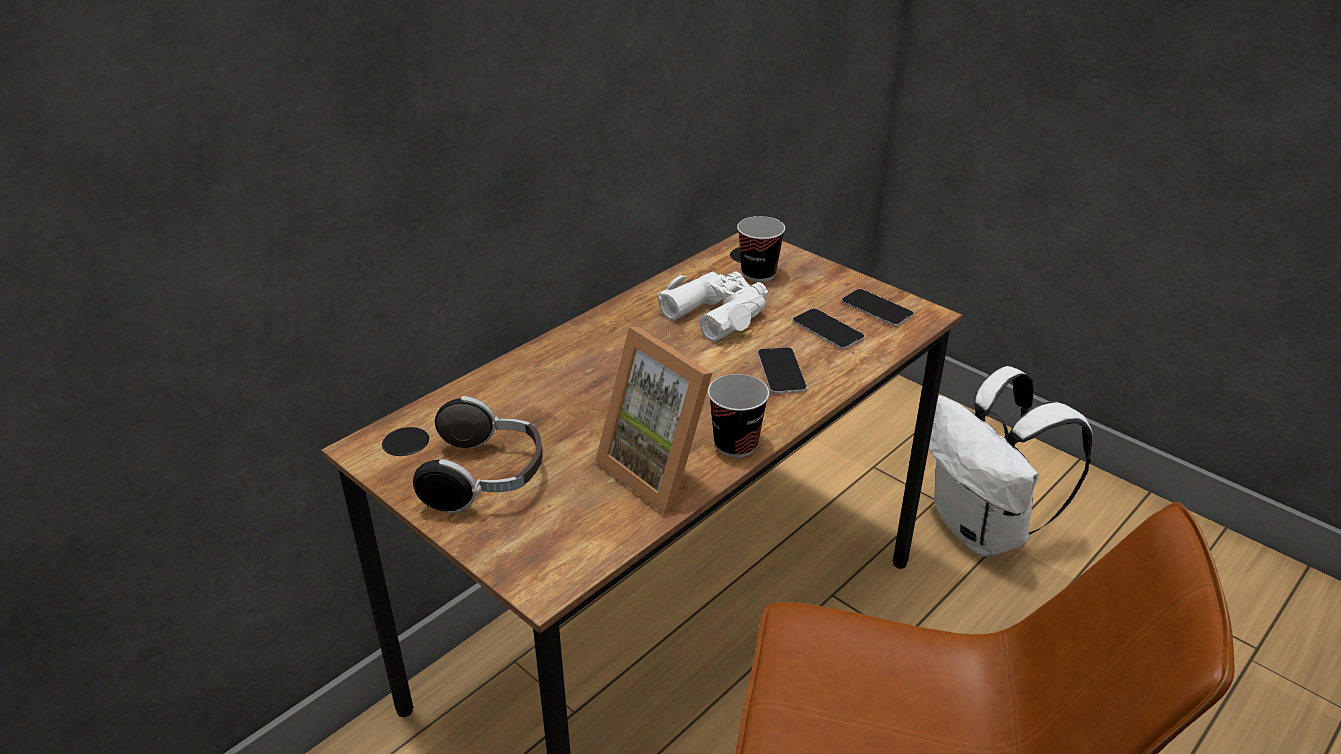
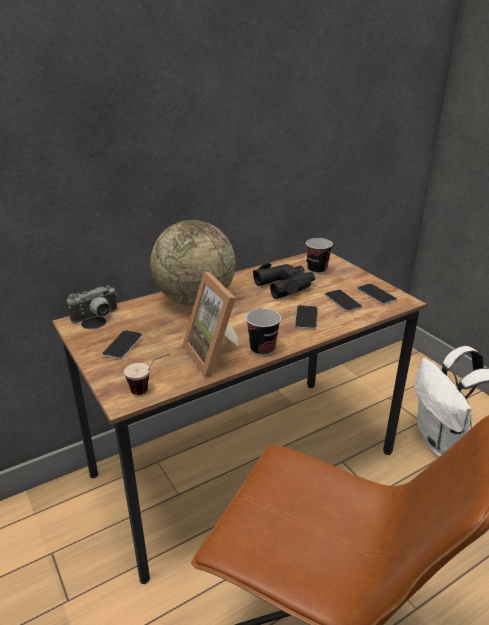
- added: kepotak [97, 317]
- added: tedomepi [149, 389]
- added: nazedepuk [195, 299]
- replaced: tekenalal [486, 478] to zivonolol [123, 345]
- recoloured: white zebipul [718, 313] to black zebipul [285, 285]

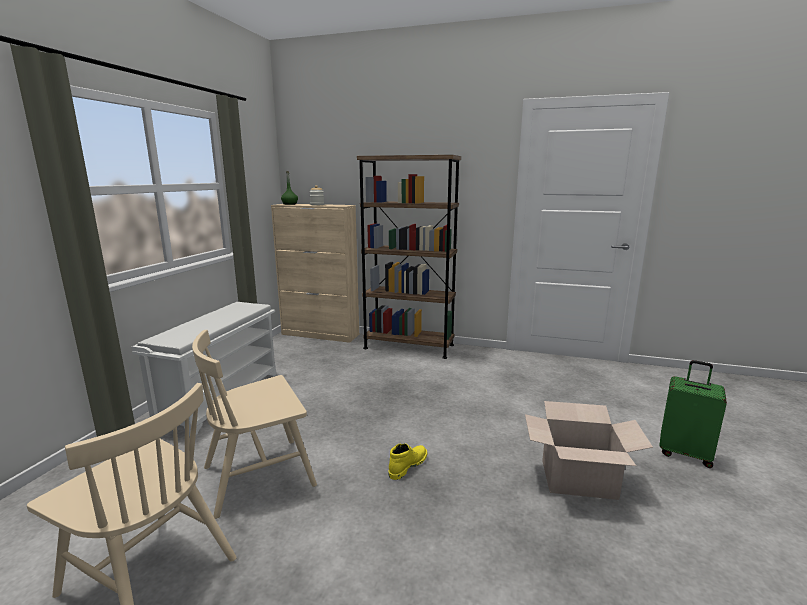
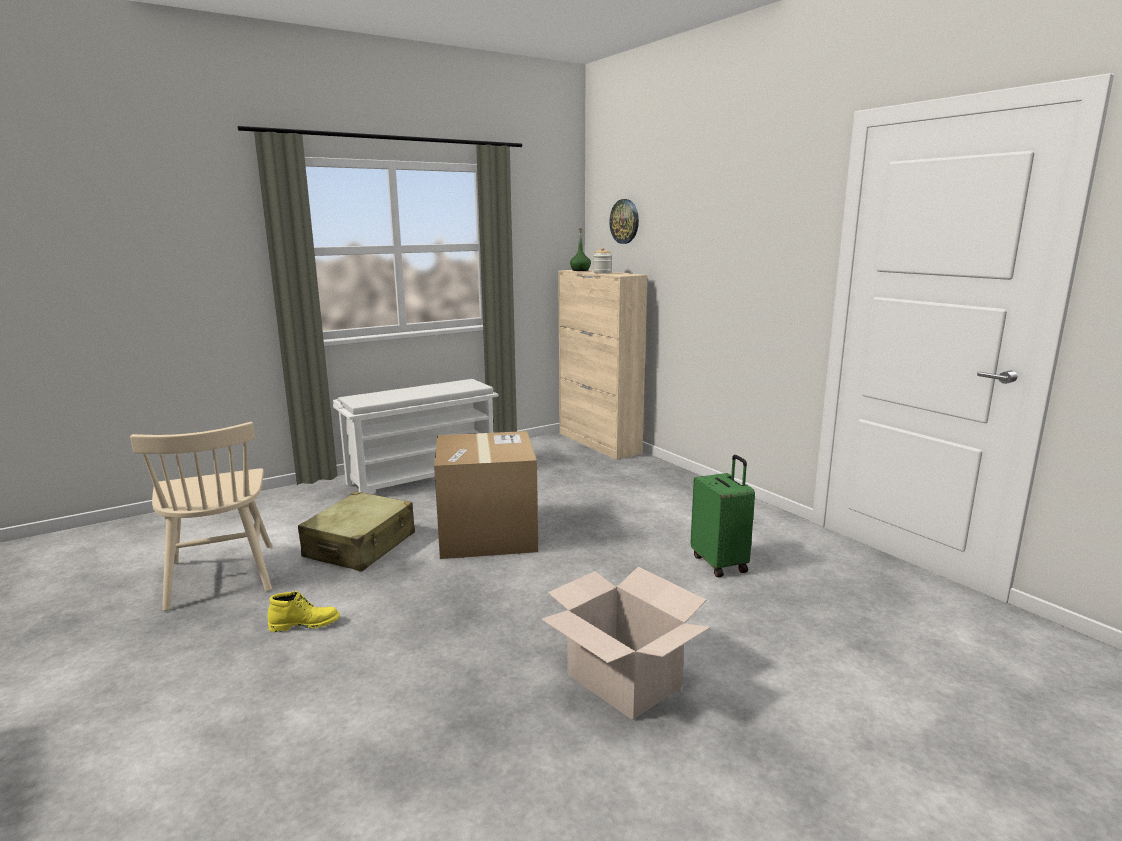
- removed: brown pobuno [409, 346]
- added: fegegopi [487, 534]
- added: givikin [625, 221]
- moved: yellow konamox [407, 465] to [305, 624]
- moved: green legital [685, 453] to [720, 563]
- replaced: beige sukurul [259, 475] to beige legital [361, 546]

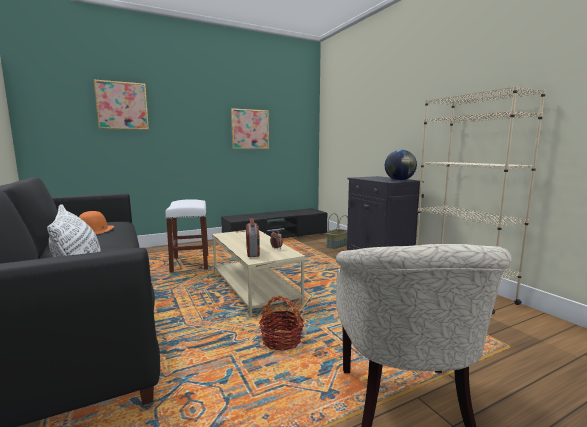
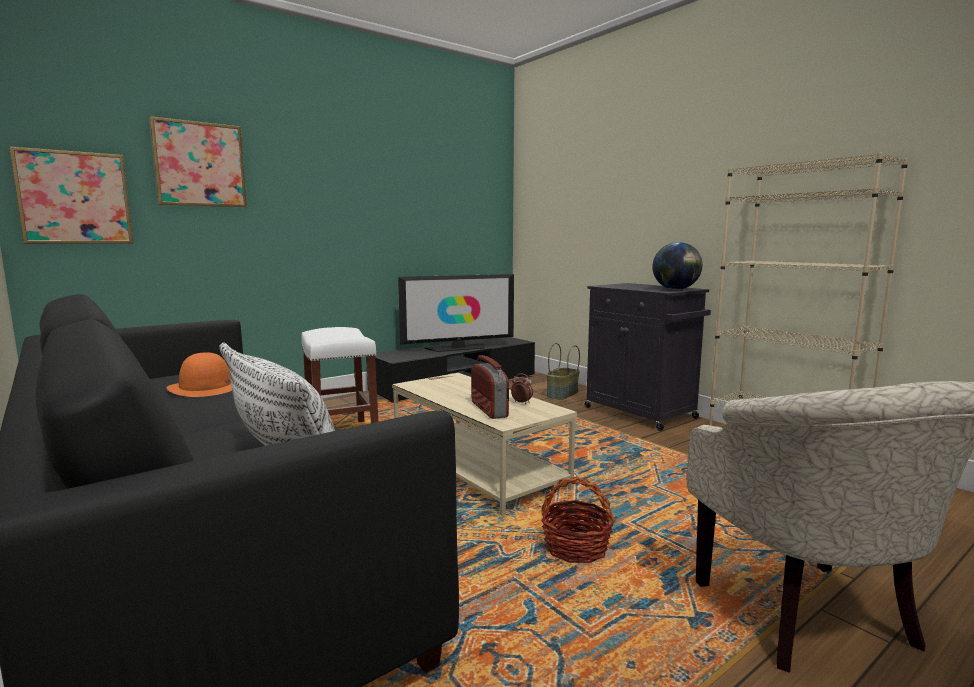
- added: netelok [458, 348]
- moved: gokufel [250, 129] to [74, 198]

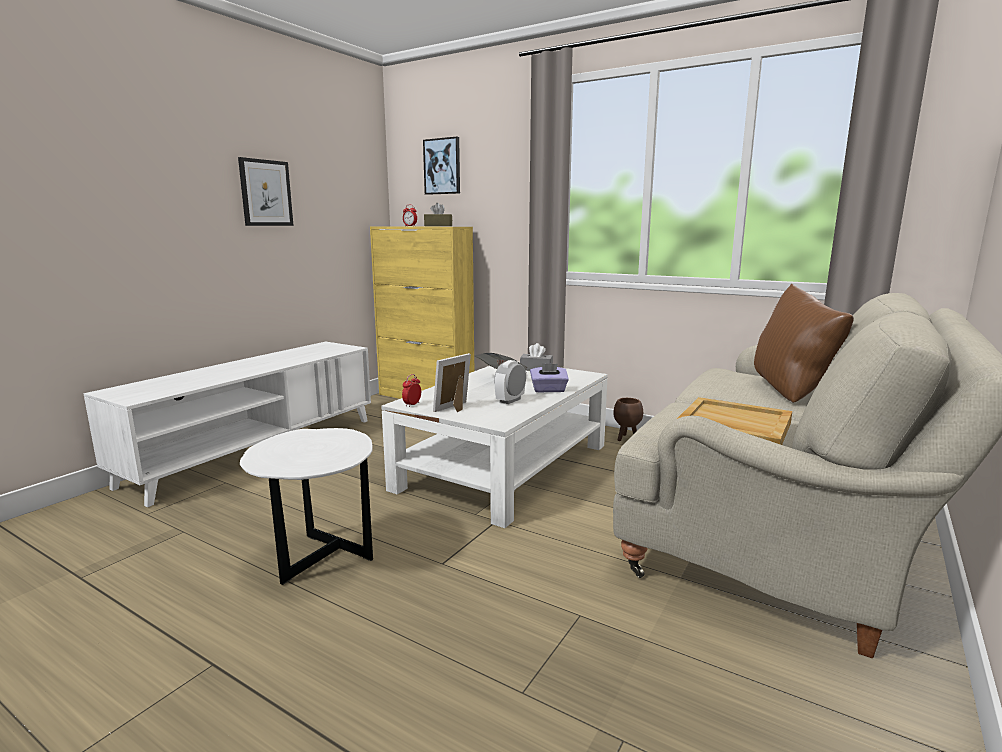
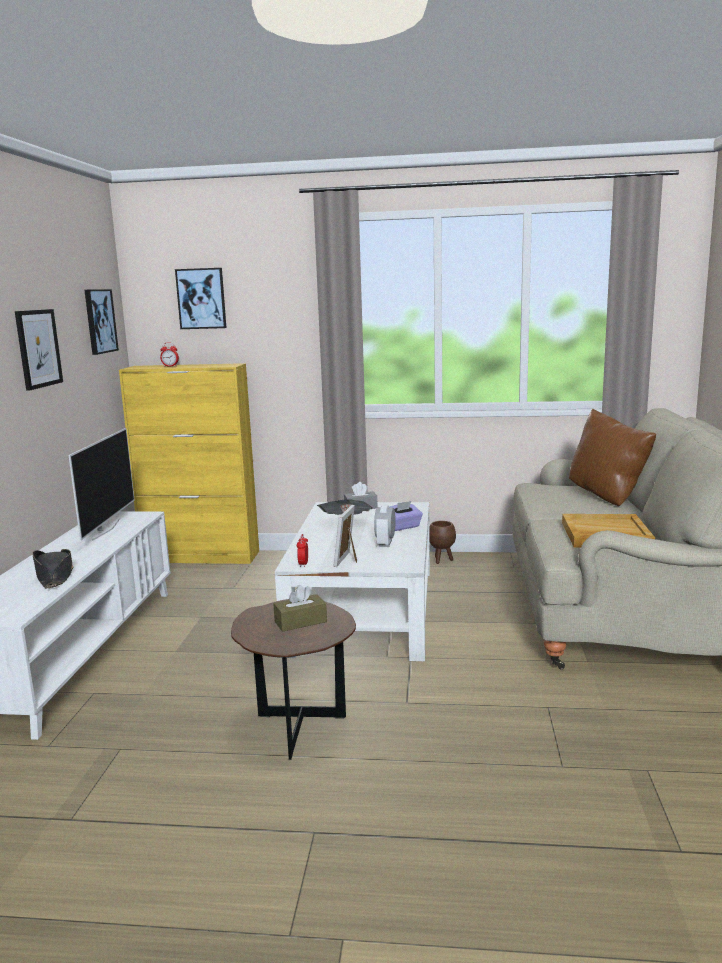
- added: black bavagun [55, 576]
- added: netelok [105, 529]
- added: gokufel [99, 321]
- moved: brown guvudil [438, 226] to [300, 622]
- recoloured: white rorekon [319, 562] to brown rorekon [299, 732]

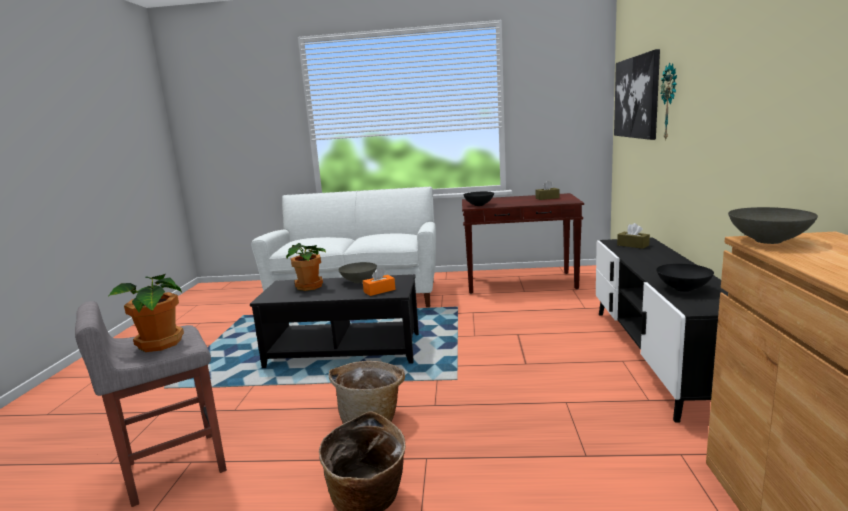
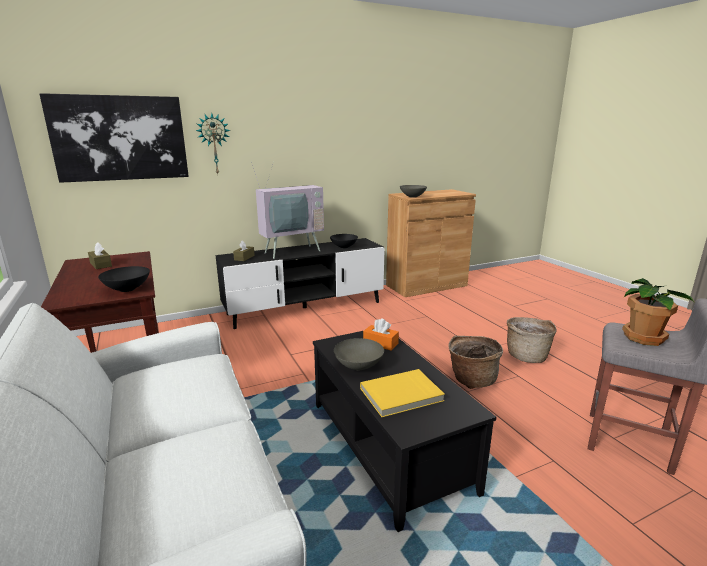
- added: netelok [290, 251]
- replaced: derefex [310, 286] to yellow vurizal [401, 395]

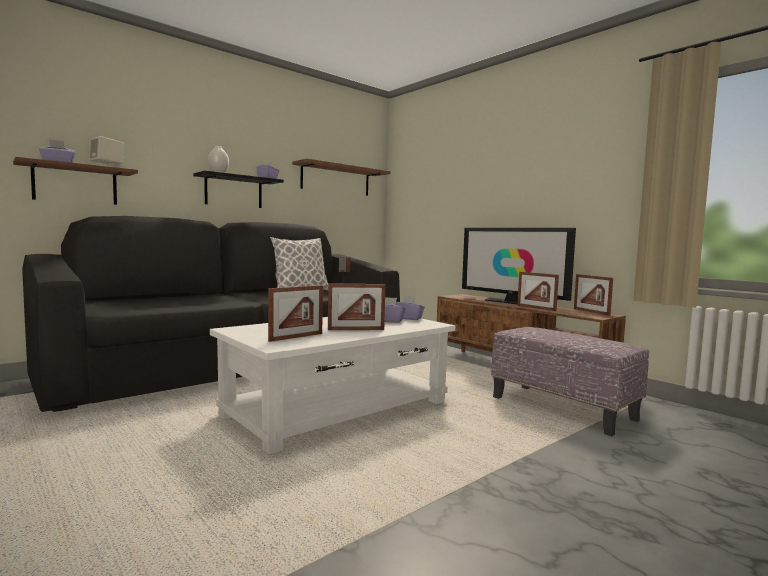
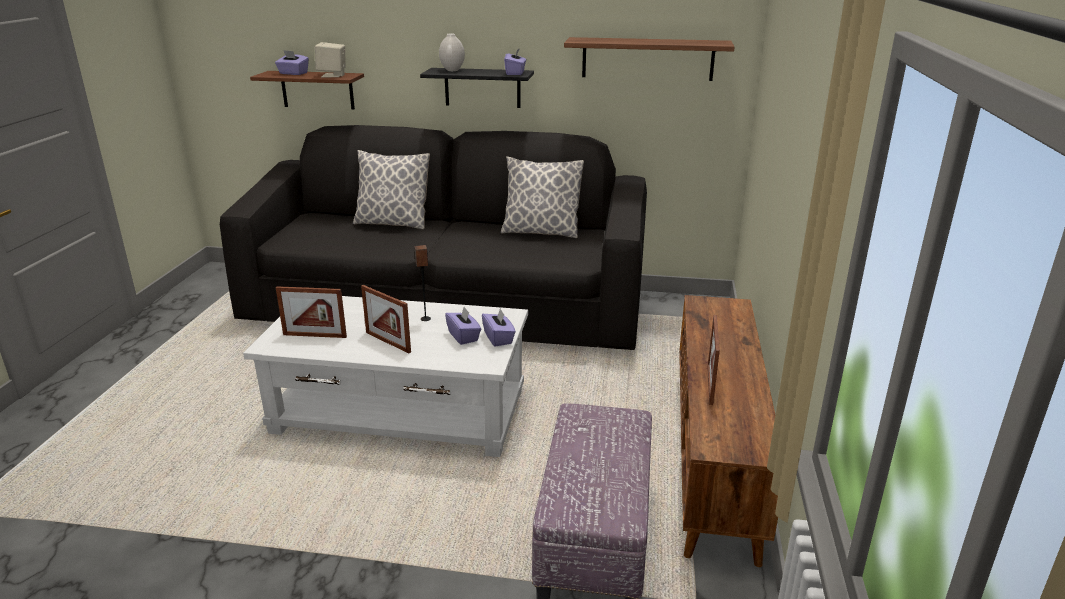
- removed: netelok [512, 302]
- removed: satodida [591, 312]
- added: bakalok [393, 223]

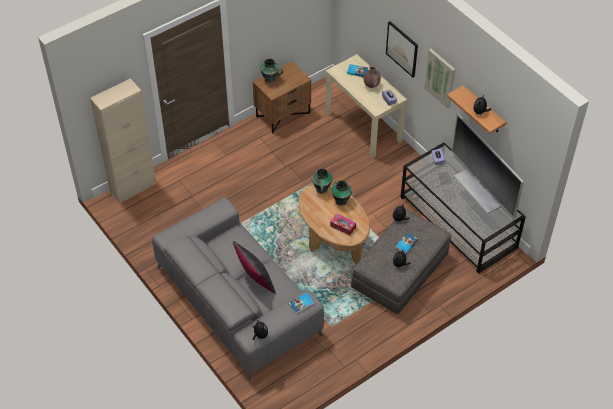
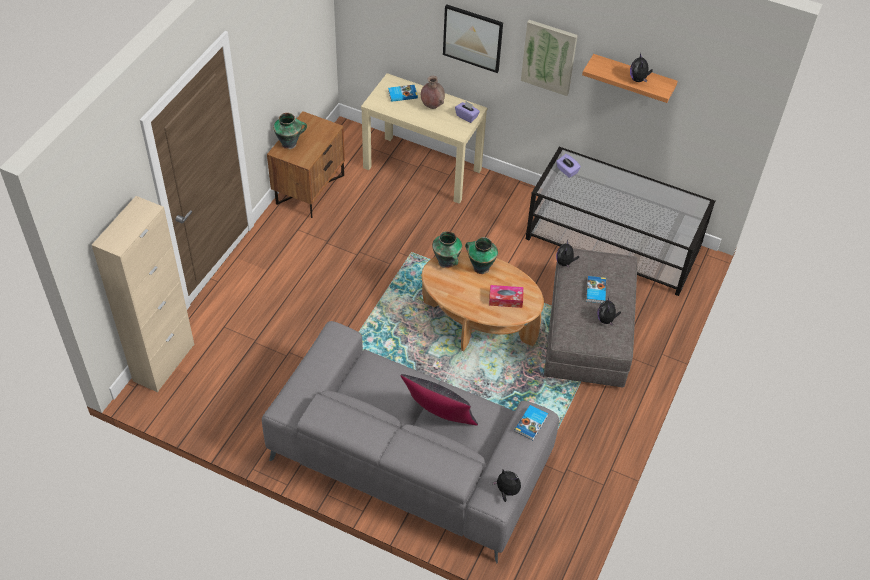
- removed: netelok [478, 190]

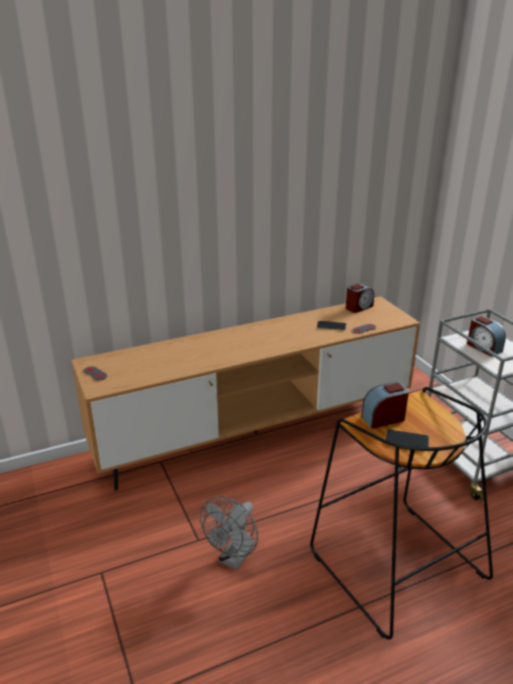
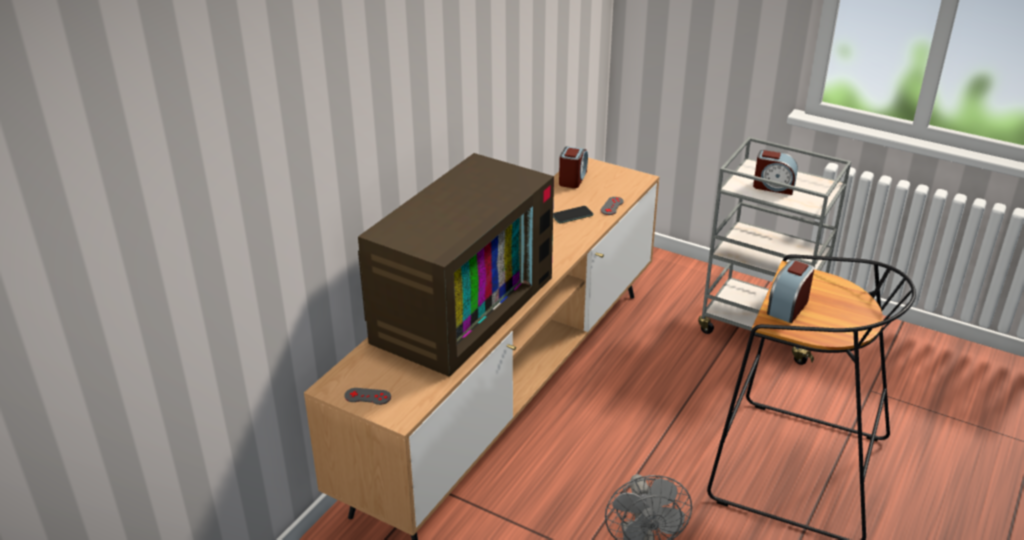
- removed: zivonolol [407, 439]
- added: netelok [460, 306]

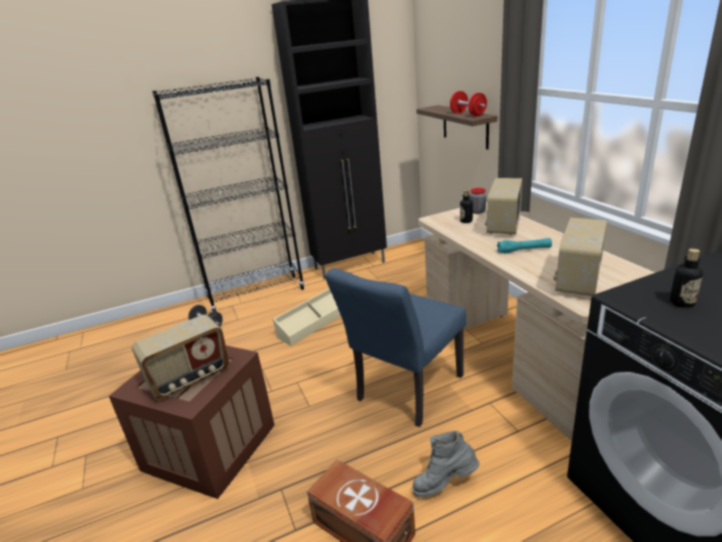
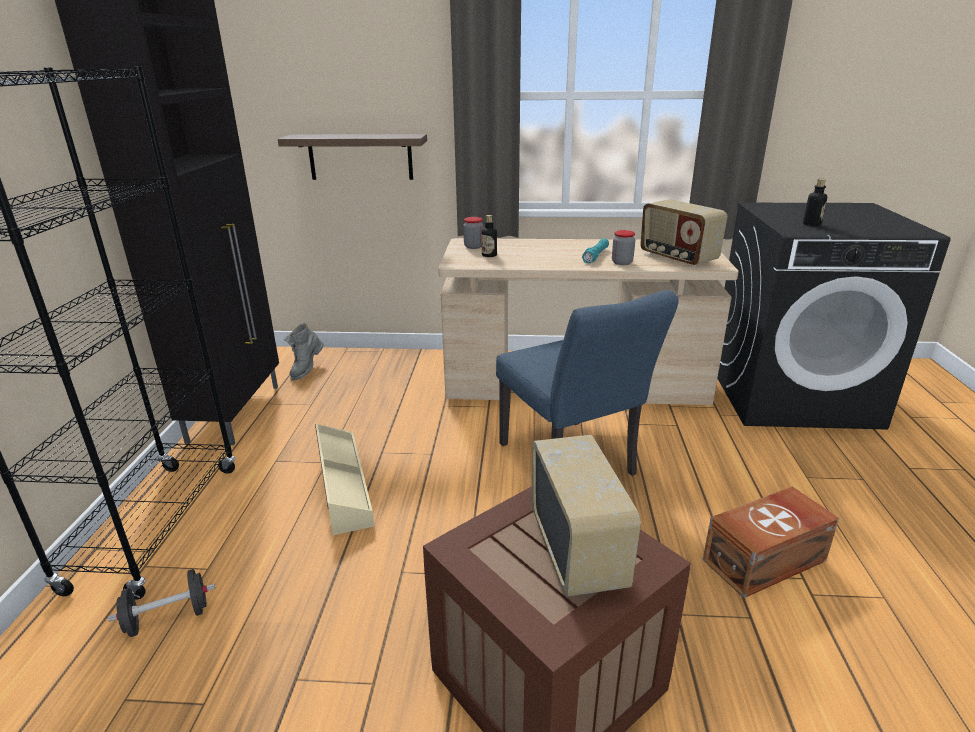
- removed: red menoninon [468, 114]
- removed: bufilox [503, 226]
- added: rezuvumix [622, 262]
- moved: grey konamox [444, 484] to [307, 370]

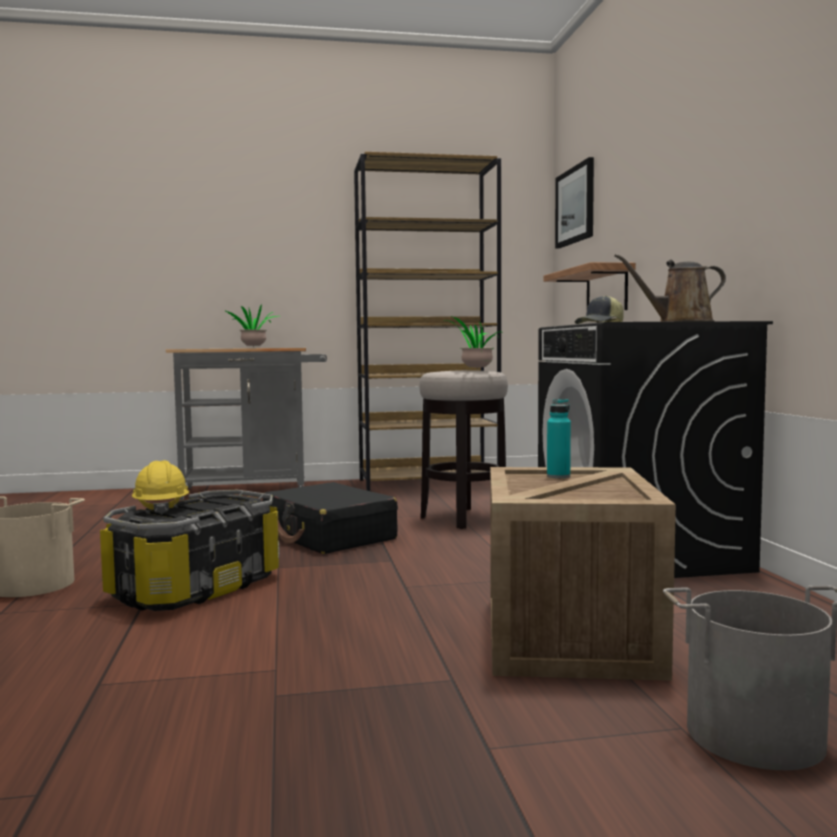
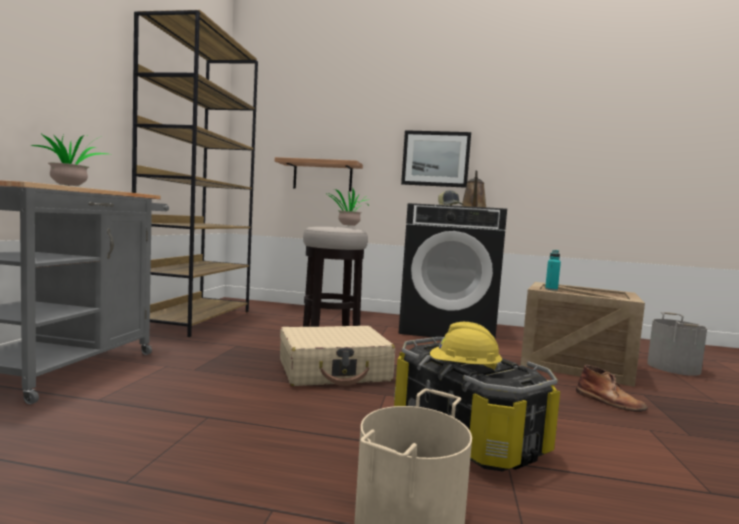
- added: brown konamox [610, 402]
- moved: gokufel [575, 205] to [435, 159]
- recoloured: black legital [329, 536] to beige legital [334, 371]

